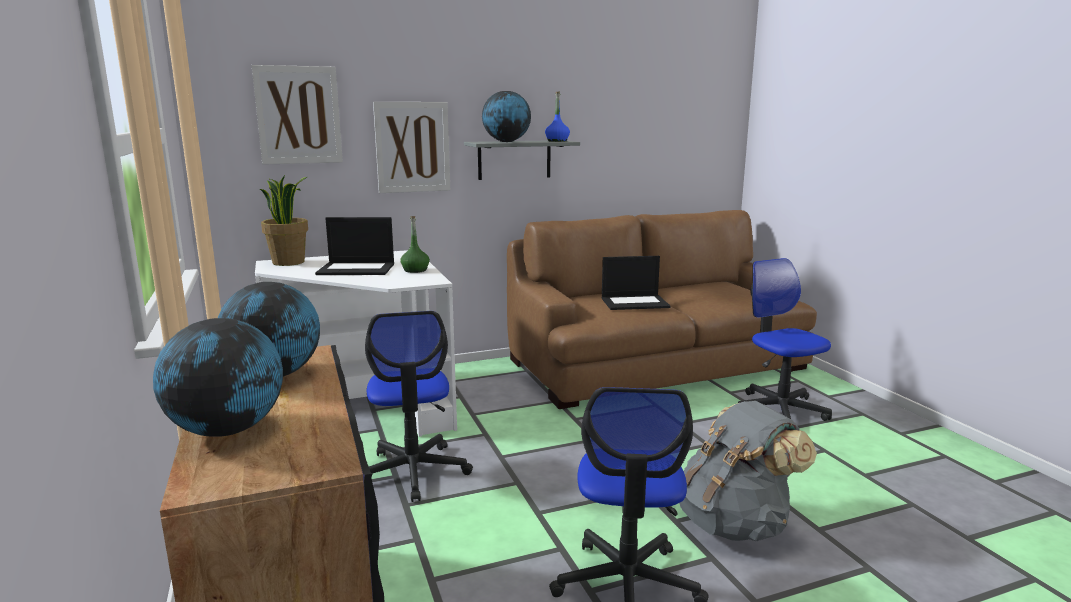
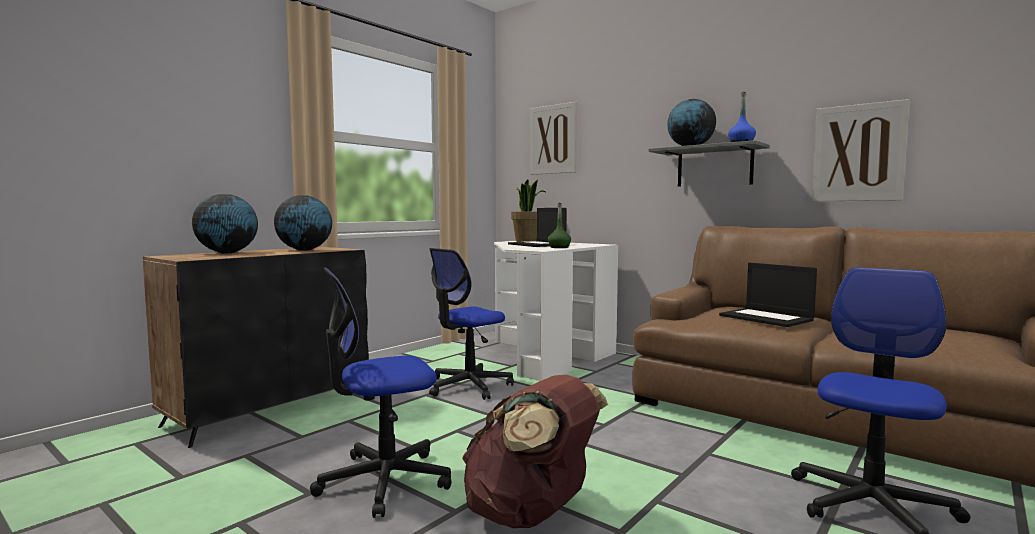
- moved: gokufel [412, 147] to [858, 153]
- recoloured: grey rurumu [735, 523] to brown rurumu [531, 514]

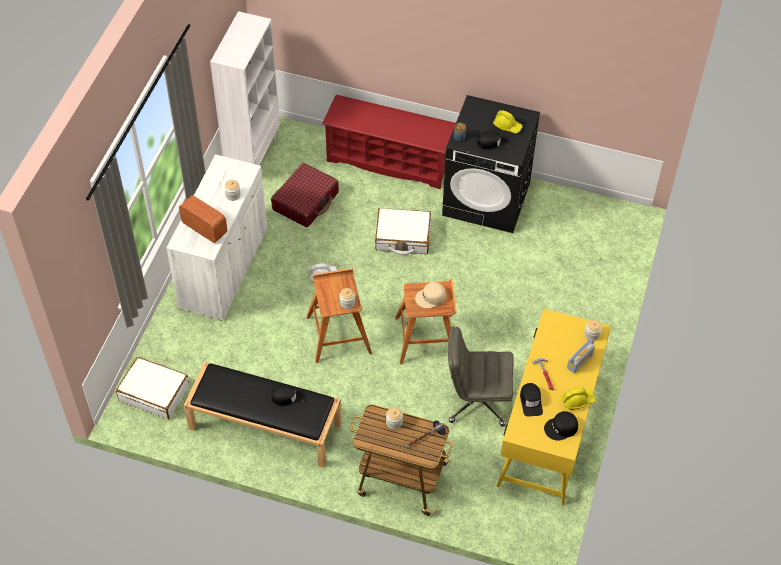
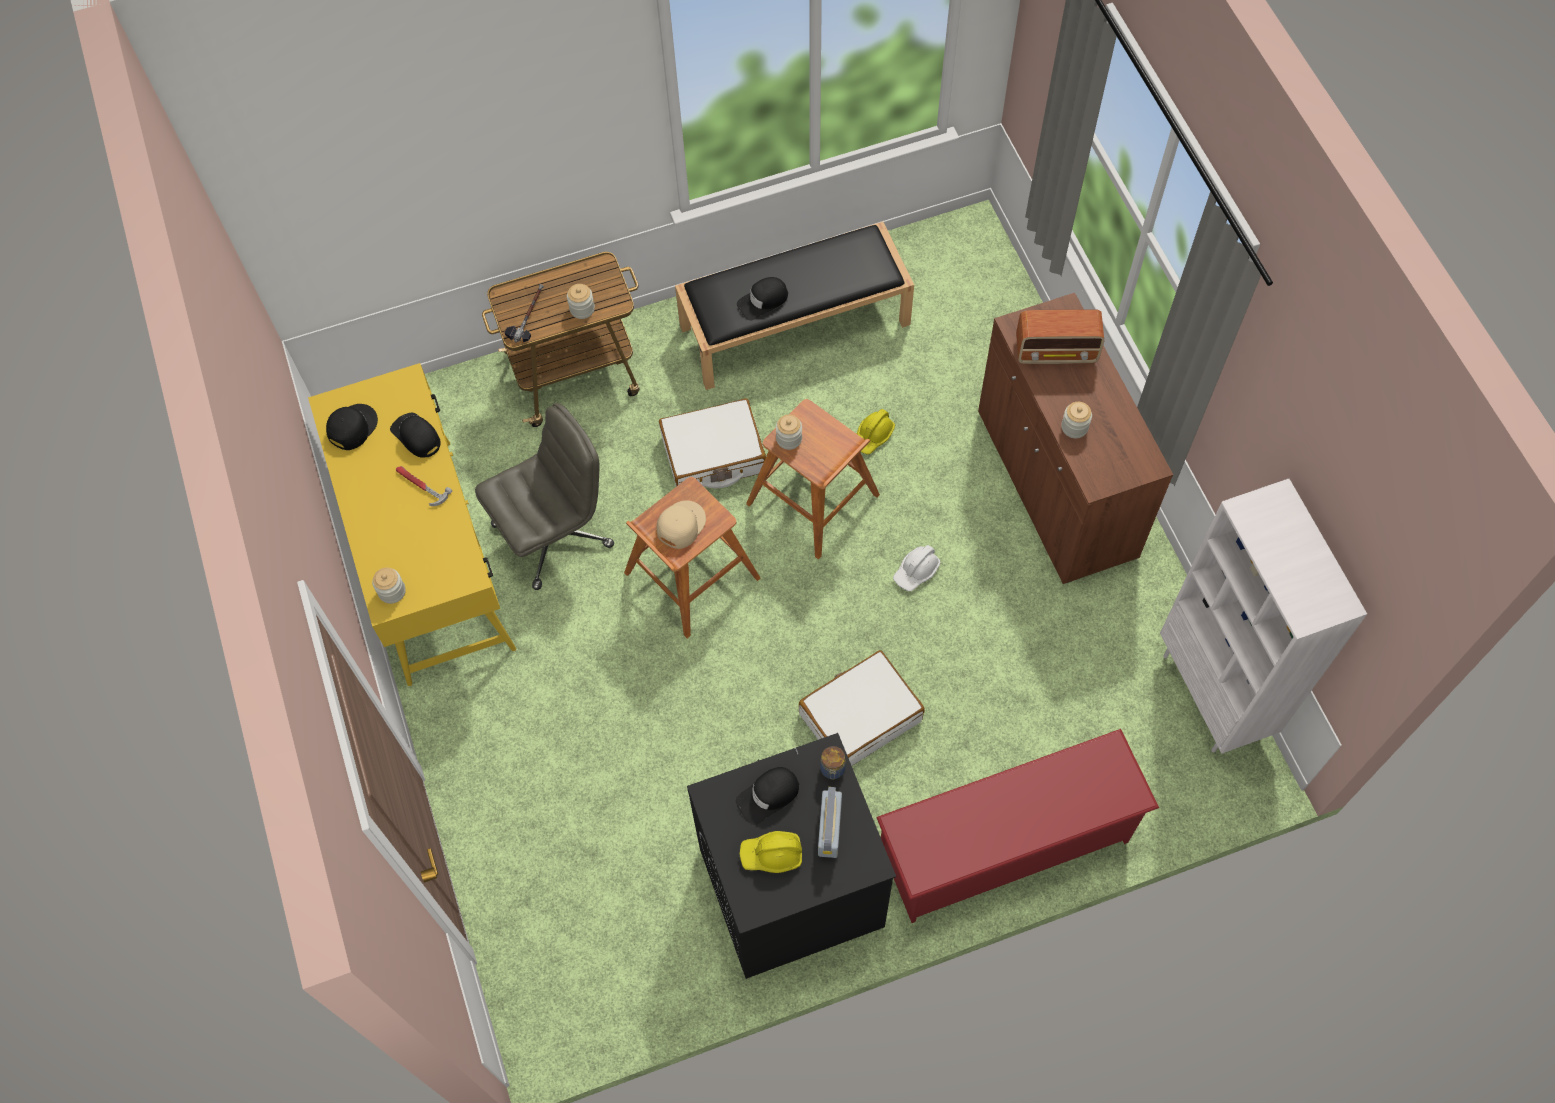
- removed: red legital [306, 201]
- moved: white legital [154, 393] to [713, 455]
- moved: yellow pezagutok [577, 400] to [872, 436]
- moved: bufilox [579, 361] to [829, 829]
- recoloured: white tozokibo [224, 268] to brown tozokibo [1055, 484]

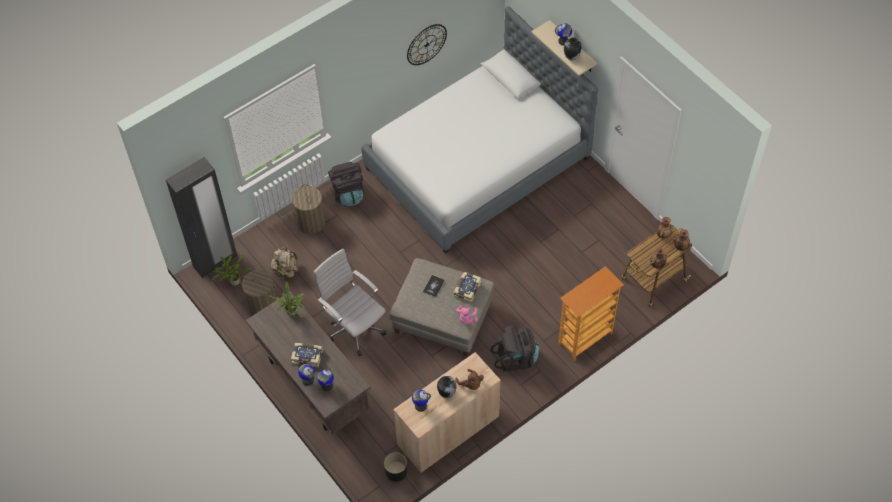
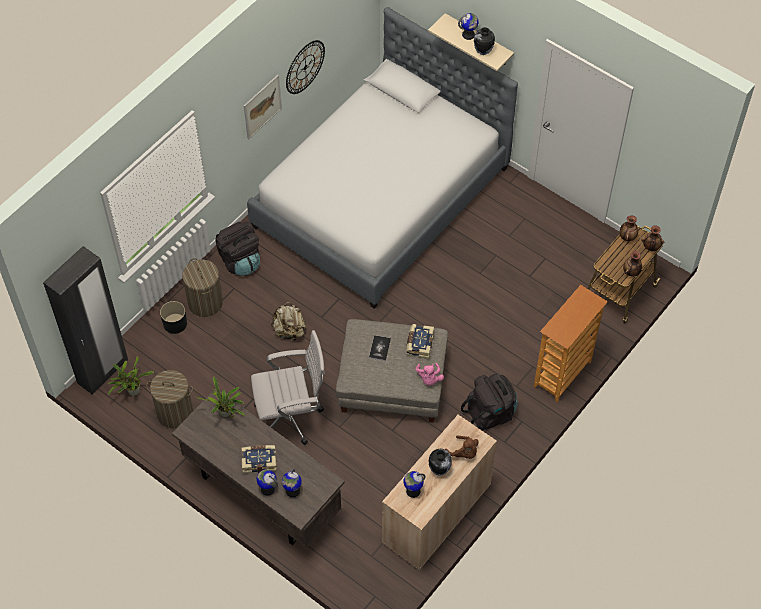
- added: gokufel [262, 106]
- moved: beige rurumu [286, 271] to [289, 331]
- moved: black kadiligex [396, 471] to [175, 323]
- turned: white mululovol [354, 328] = [292, 416] 135 degrees clockwise

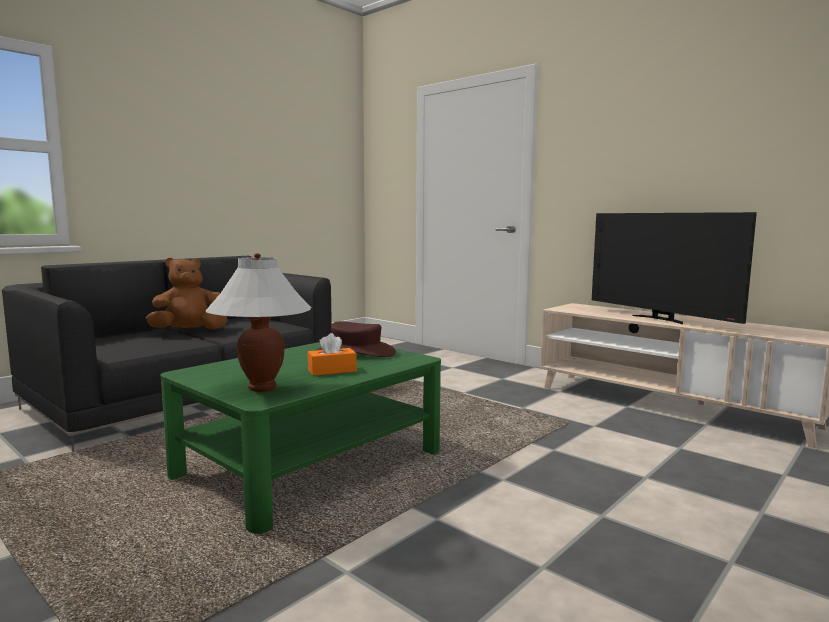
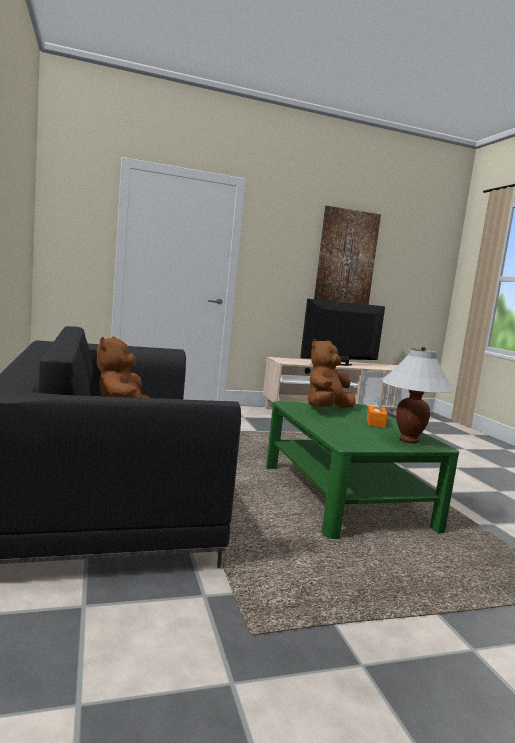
- added: gokufel [346, 257]
- replaced: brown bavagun [356, 352] to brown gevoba [327, 409]
- turned: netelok [660, 319] = [341, 364] 150 degrees clockwise

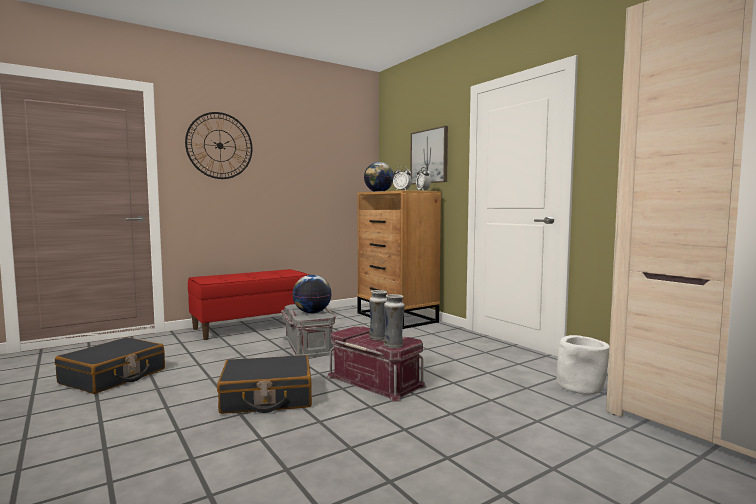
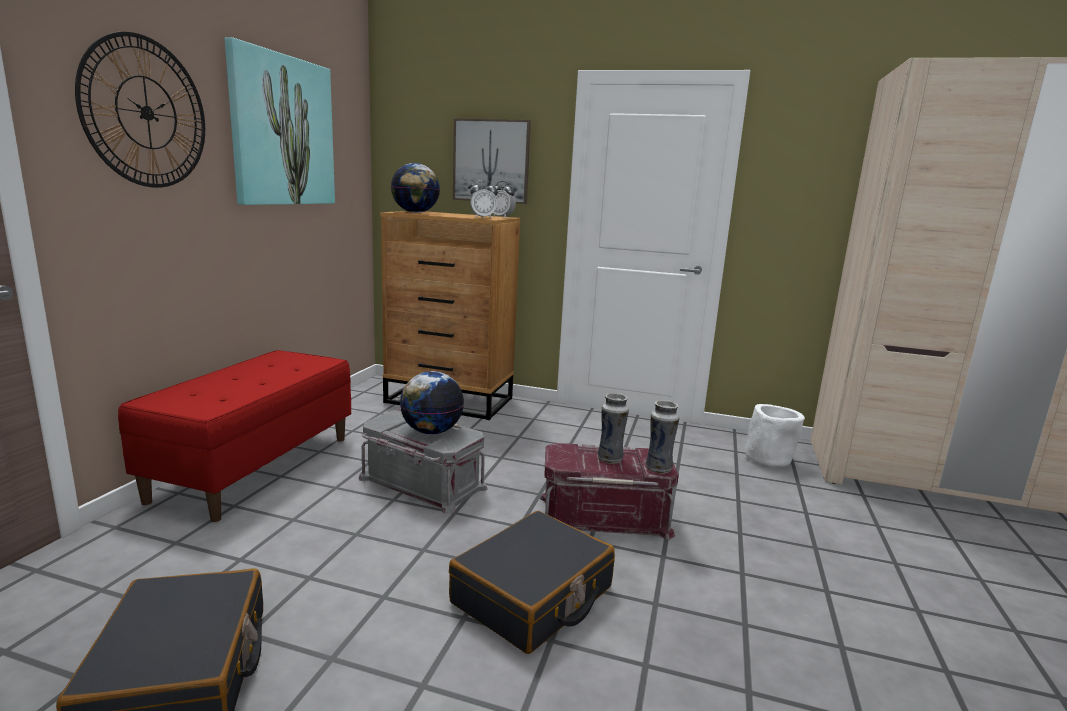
- added: gokufel [282, 131]

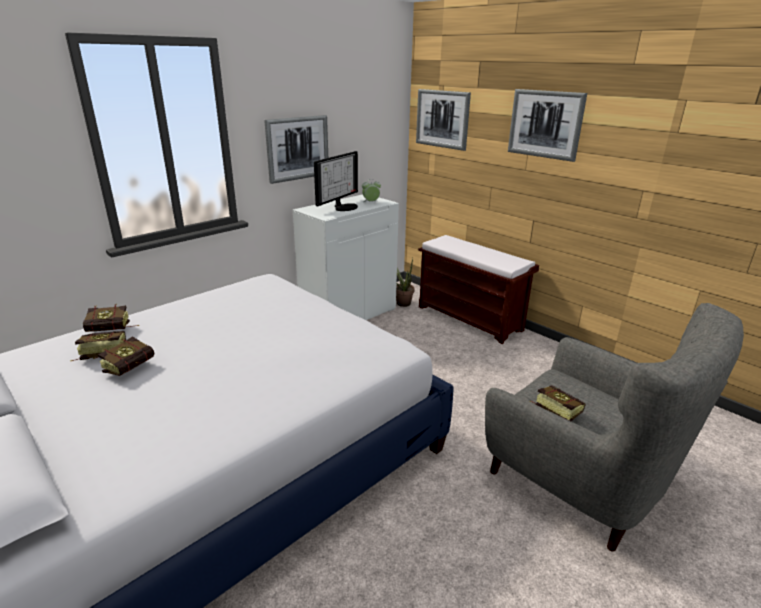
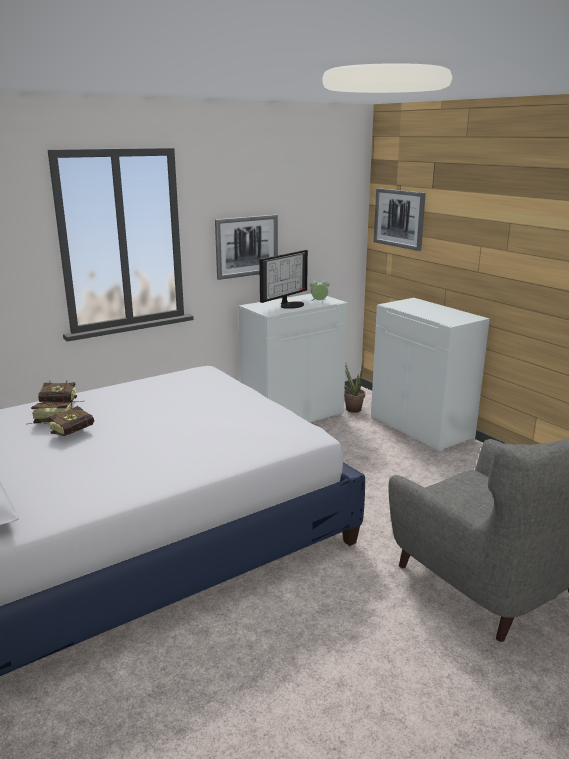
- removed: gokufel [545, 124]
- removed: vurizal [553, 410]
- replaced: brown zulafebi [470, 318] to white tozokibo [422, 428]

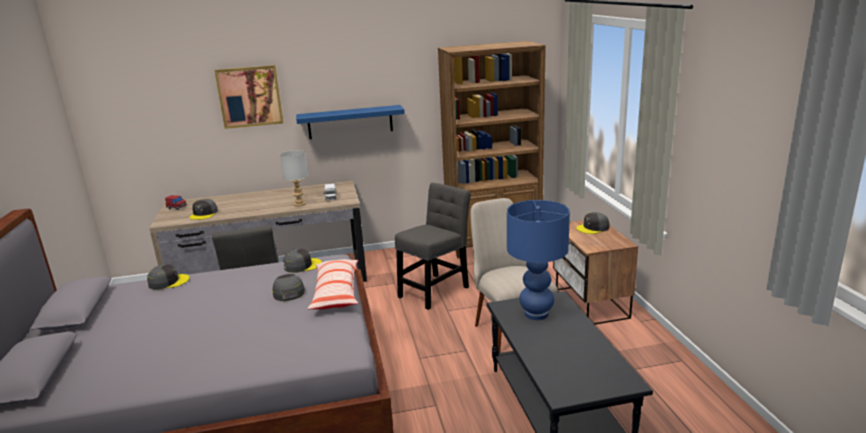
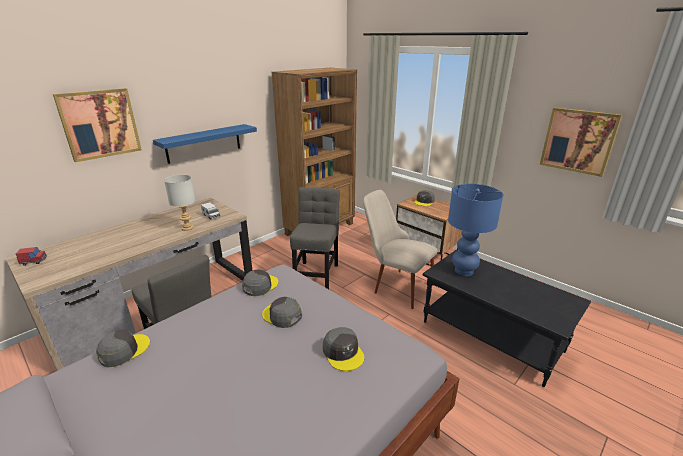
- removed: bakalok [336, 292]
- added: gokufel [578, 141]
- moved: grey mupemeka [204, 214] to [343, 352]

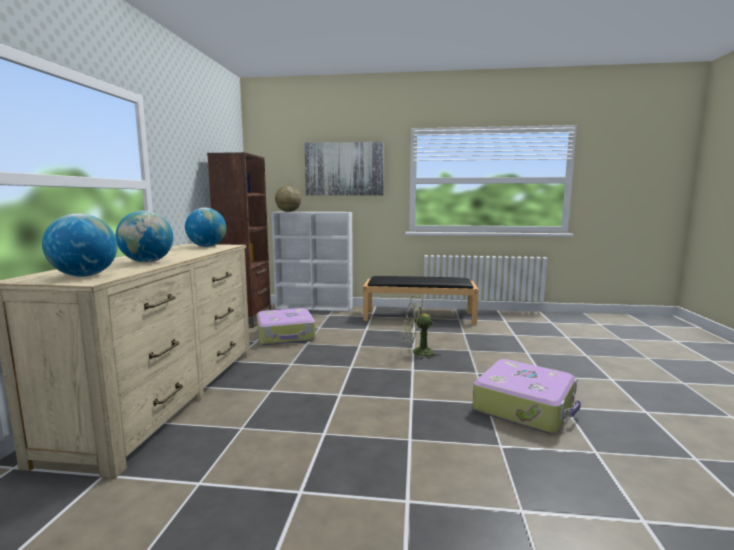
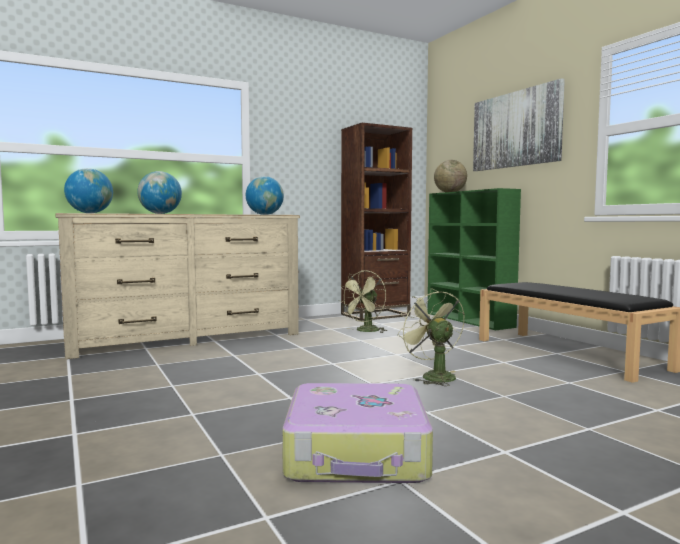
- replaced: legital [286, 335] to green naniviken [365, 331]
- recoloured: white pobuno [315, 307] to green pobuno [469, 320]

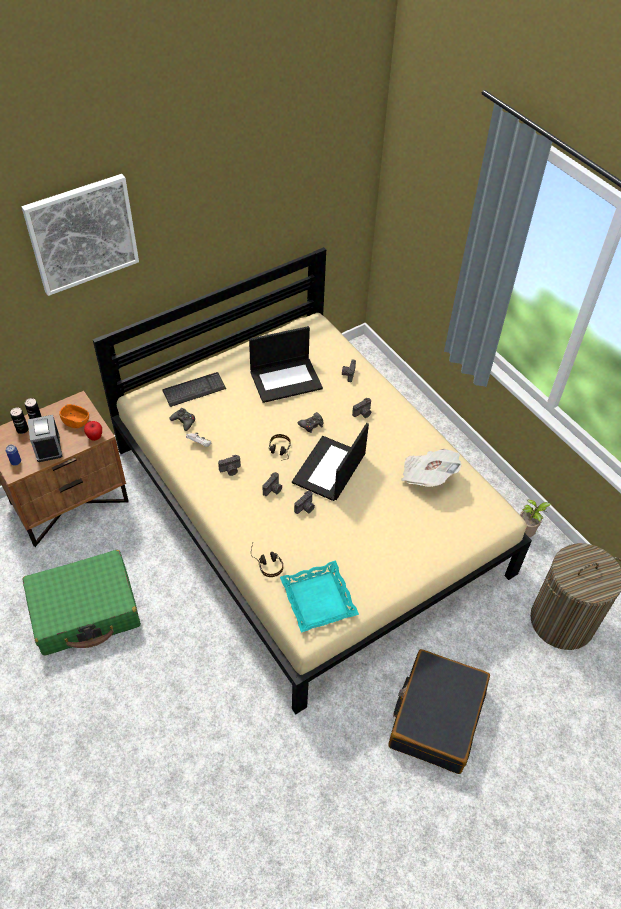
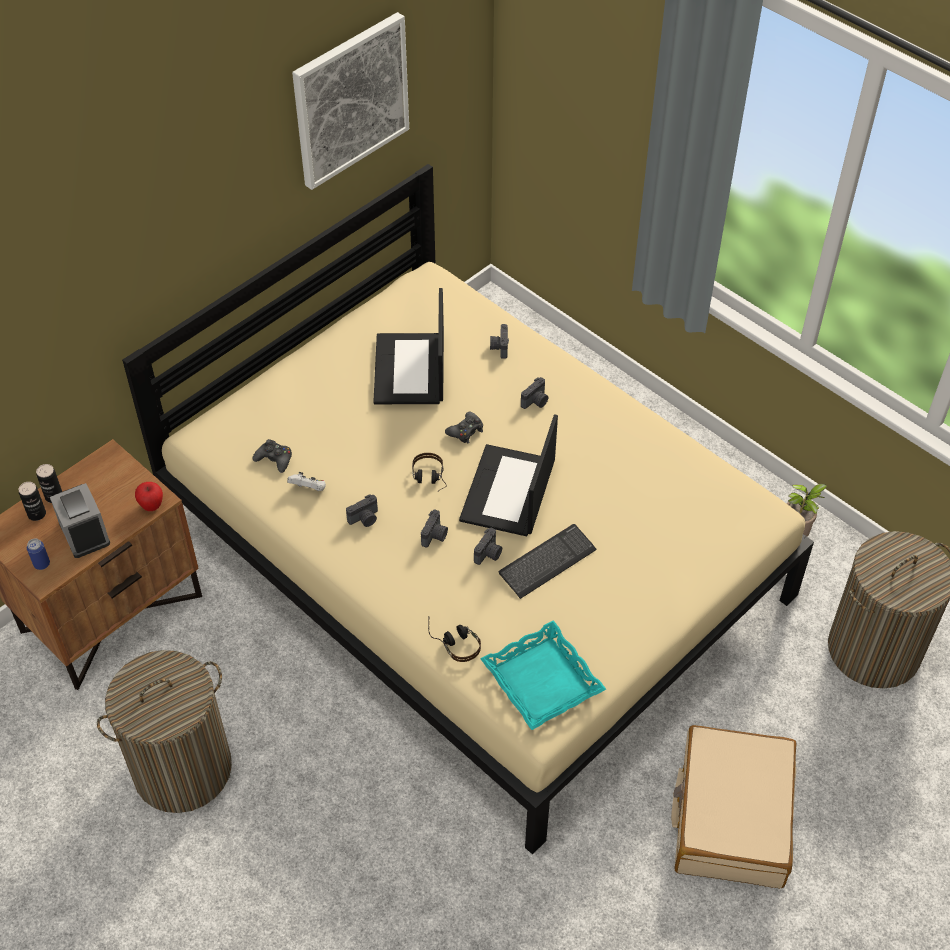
- removed: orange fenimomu [76, 422]
- removed: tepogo [427, 476]
- moved: gokufel [82, 234] to [350, 100]
- moved: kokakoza [194, 390] to [547, 562]
- replaced: green legital [85, 610] to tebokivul [183, 768]
- recoloured: black legital [436, 716] to beige legital [731, 816]
- turned: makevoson [286, 379] = [410, 370] 120 degrees clockwise

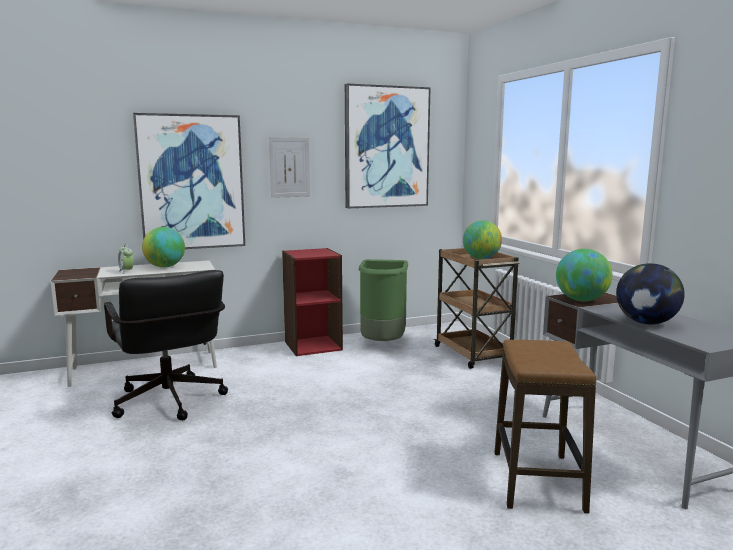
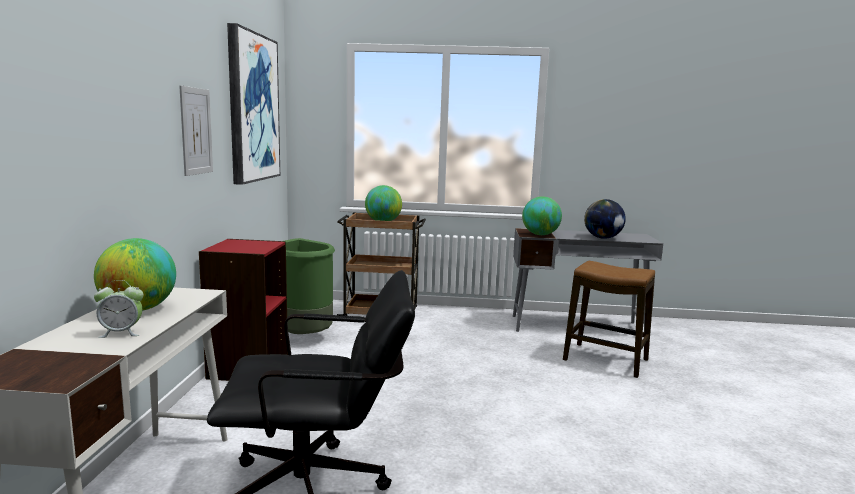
- removed: gokufel [191, 182]

